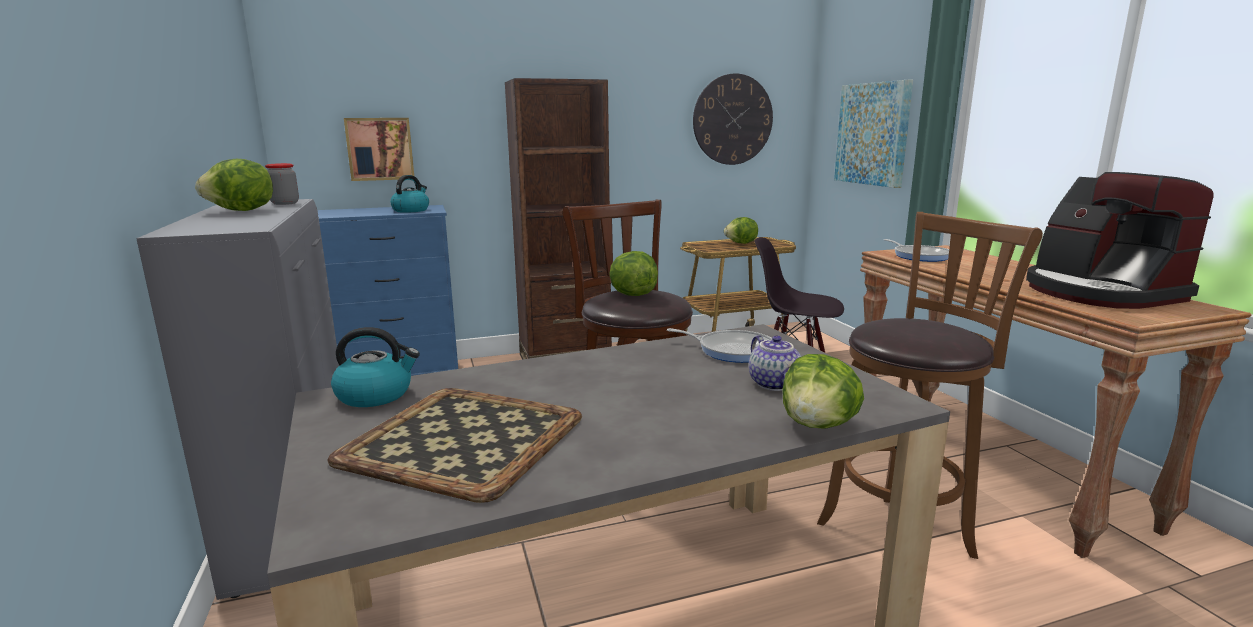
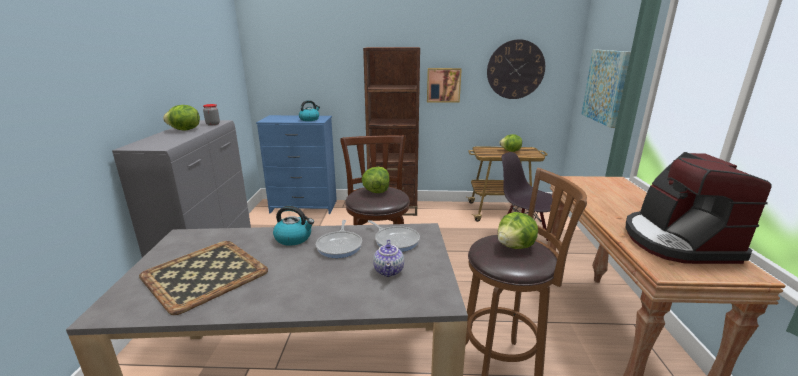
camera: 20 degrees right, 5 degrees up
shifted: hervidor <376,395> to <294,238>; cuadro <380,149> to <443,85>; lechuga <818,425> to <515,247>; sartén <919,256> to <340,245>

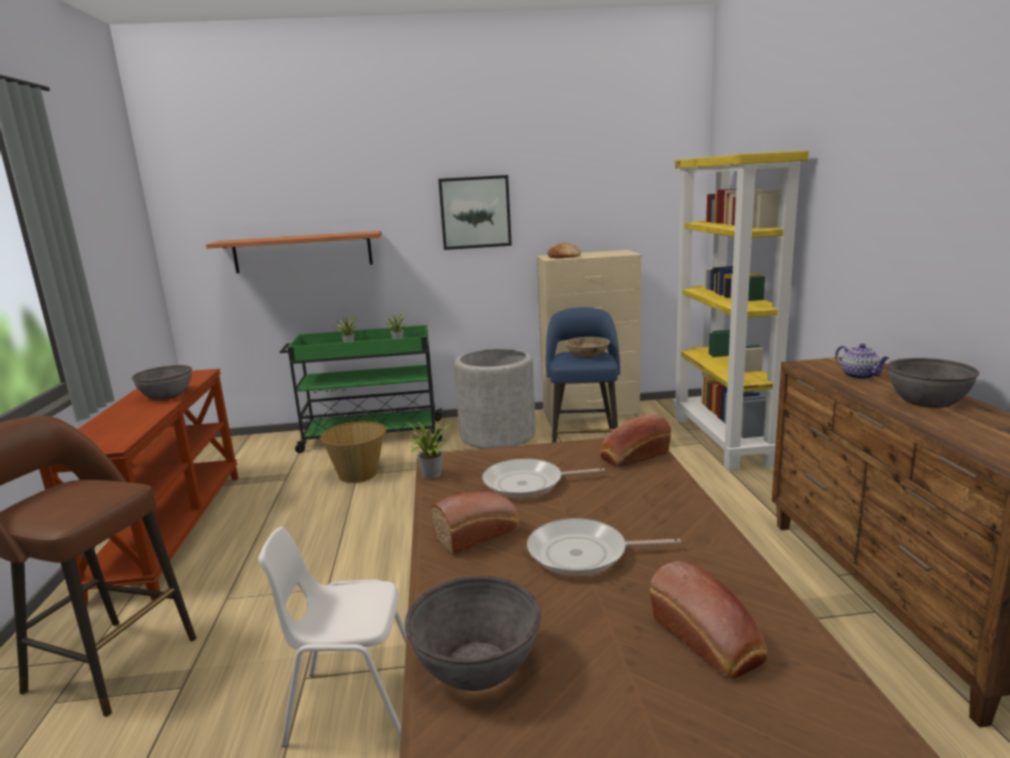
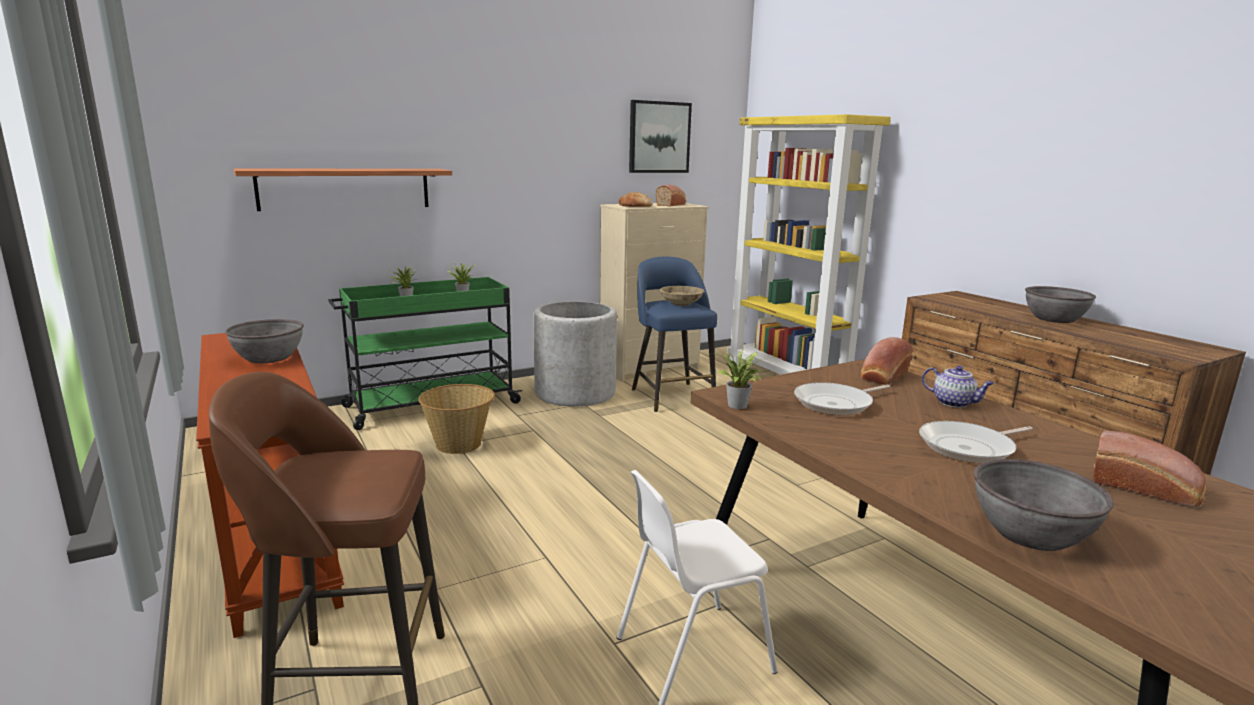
camera: 25 degrees left, 0 degrees up
shifted: pan <479,534> to <671,205>; cuadro <475,212> to <659,137>; tetera <860,376> to <954,403>

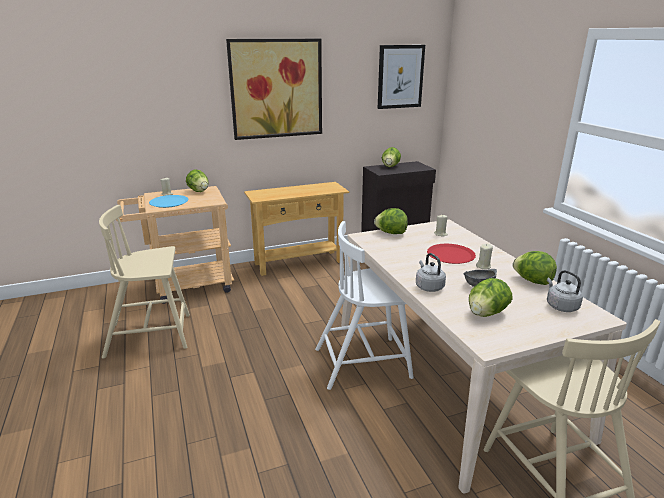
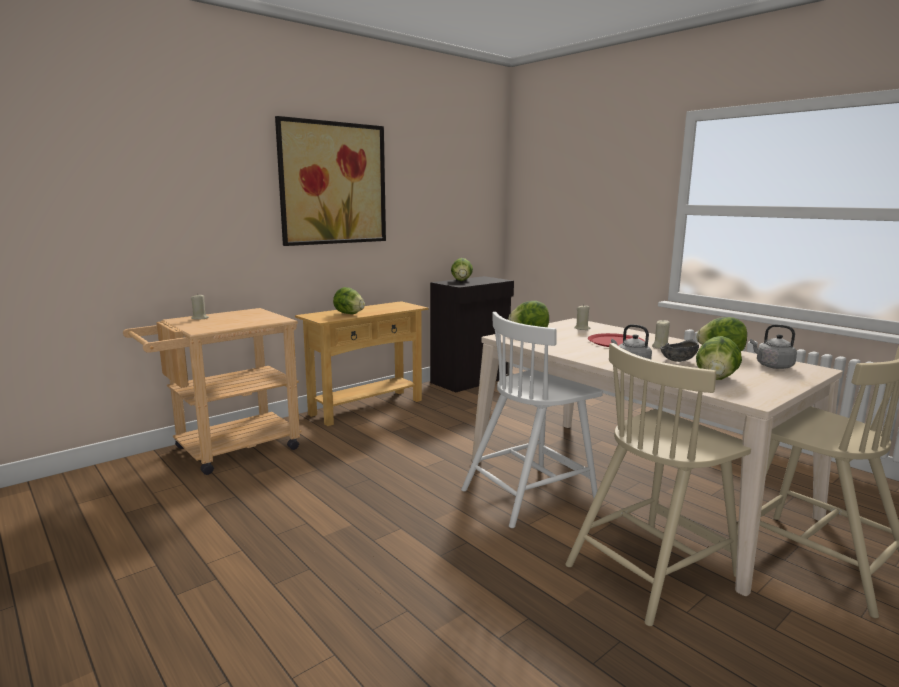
camera: 20 degrees left, 10 degrees down
gone: plato [azul] <169,202>; cuadro <400,77>
shifted: silla [beis] <151,335> to <653,569>; lechuga <199,191> to <349,314>

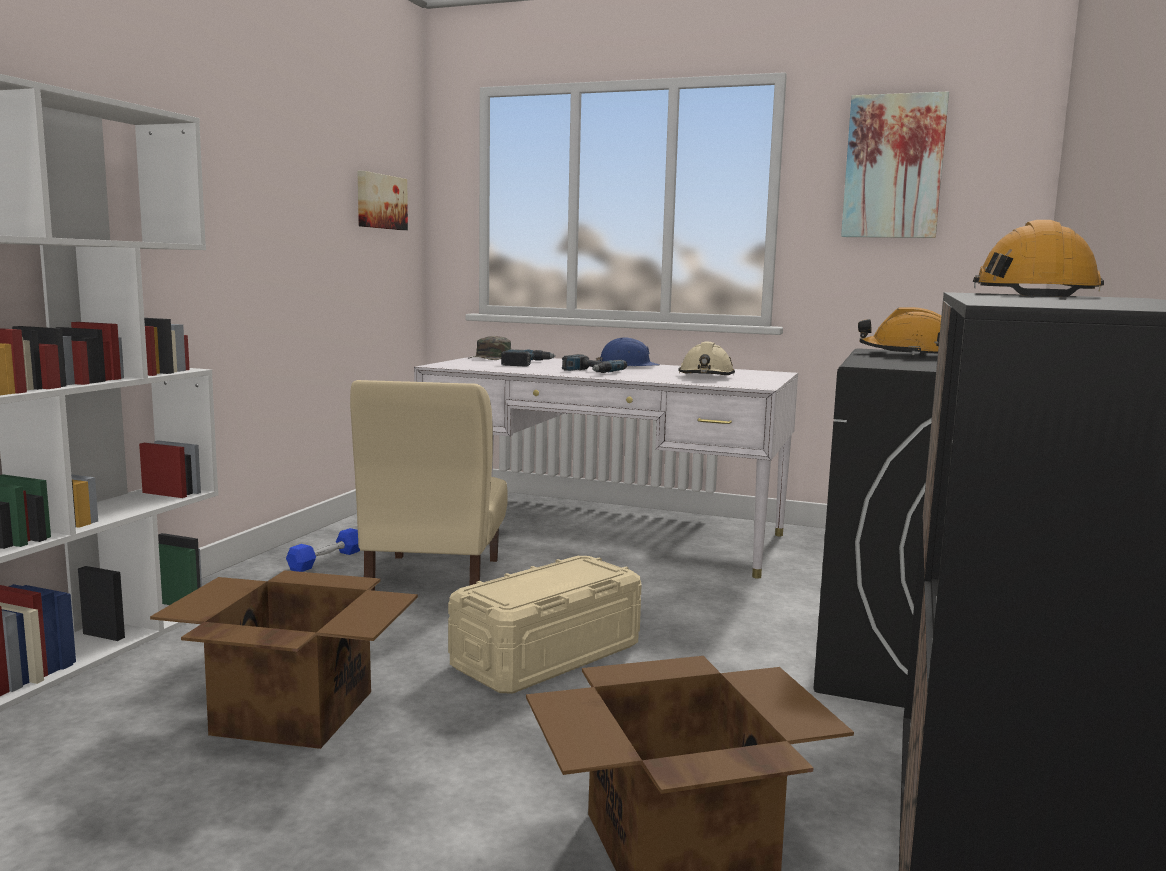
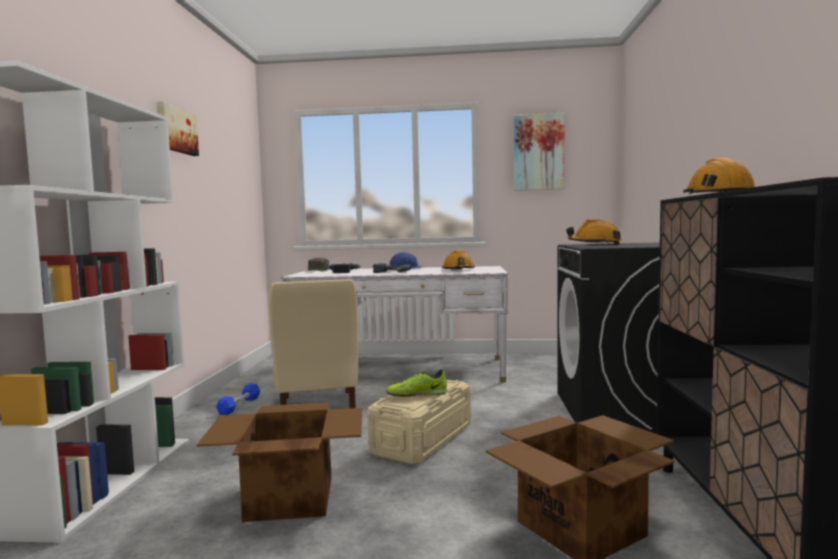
camera: 15 degrees left, 5 degrees down
new: zapato <417,395>
shifted: cuadro <380,201> to <176,130>
repainted: casco [beis] <706,377> to casco [naranja] <458,270>

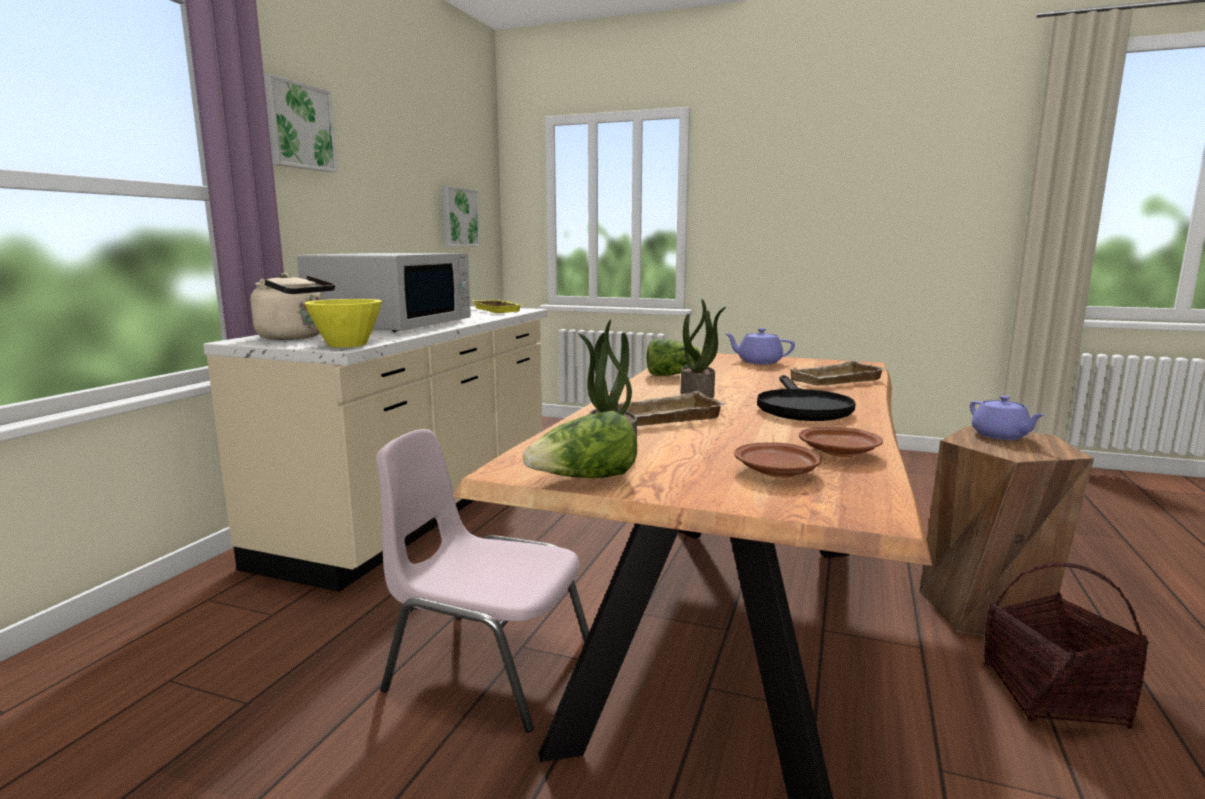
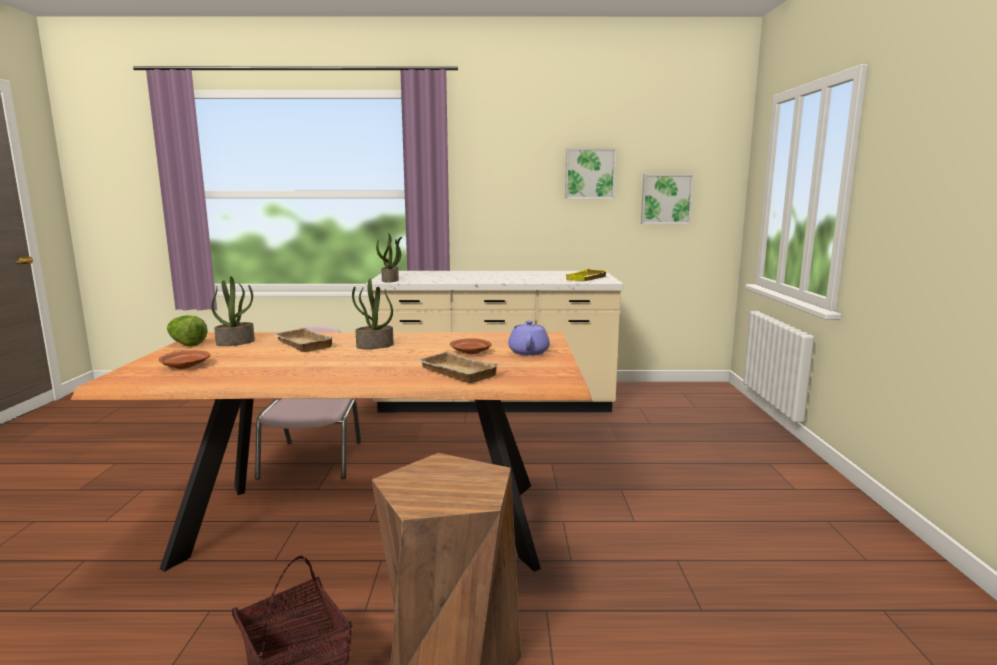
camera: 70 degrees right, 0 degrees up
gone: hervidor [beis] <296,337>; microondas [blanco] <393,324>; lechuga <674,375>; sartén [negro] <800,407>; tetera [morado] <1001,436>
shifted: cuadro <298,126> to <589,174>; plato [marrón] <840,453> to <470,352>
swapped: cuenco [amarillo] <348,344> to planta en maceta <390,280>

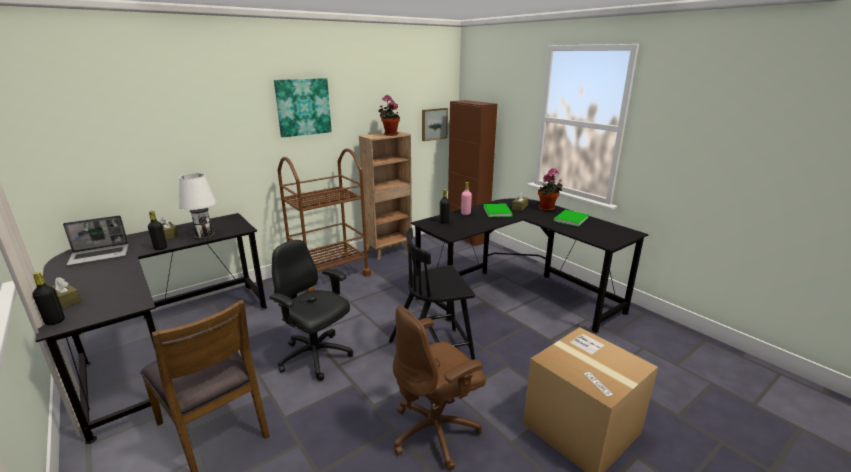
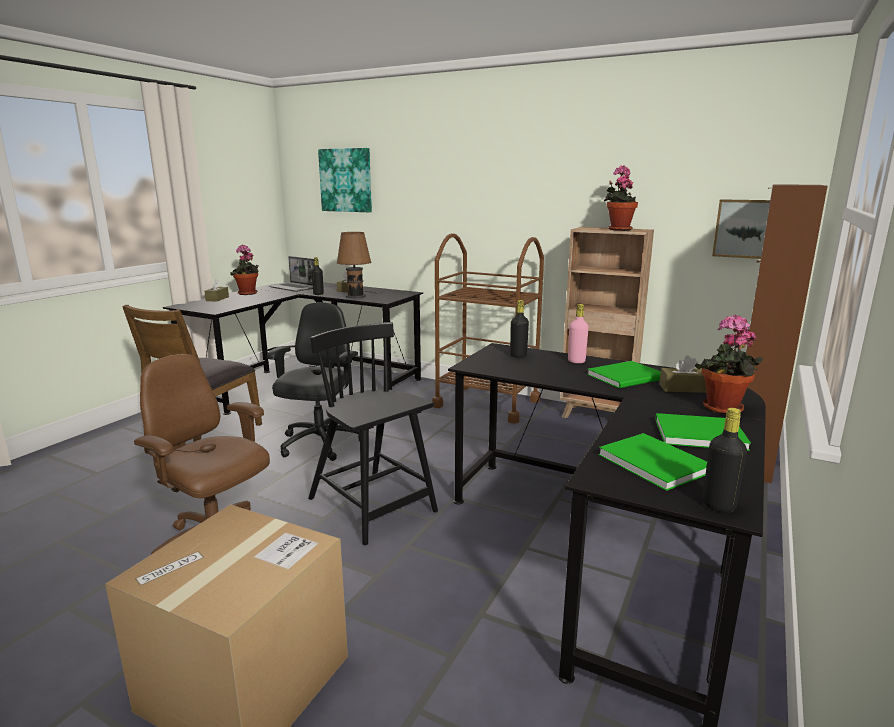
camera: 65 degrees right, 5 degrees down
new: planta en maceta <248,294>; libro [verde] <653,461>
shifted: botella [negro] <55,321> to <718,506>; cuadro <303,107> to <346,180>
repainted: lámpara de mesa [blanco] <203,235> to lámpara de mesa [marrón] <357,296>

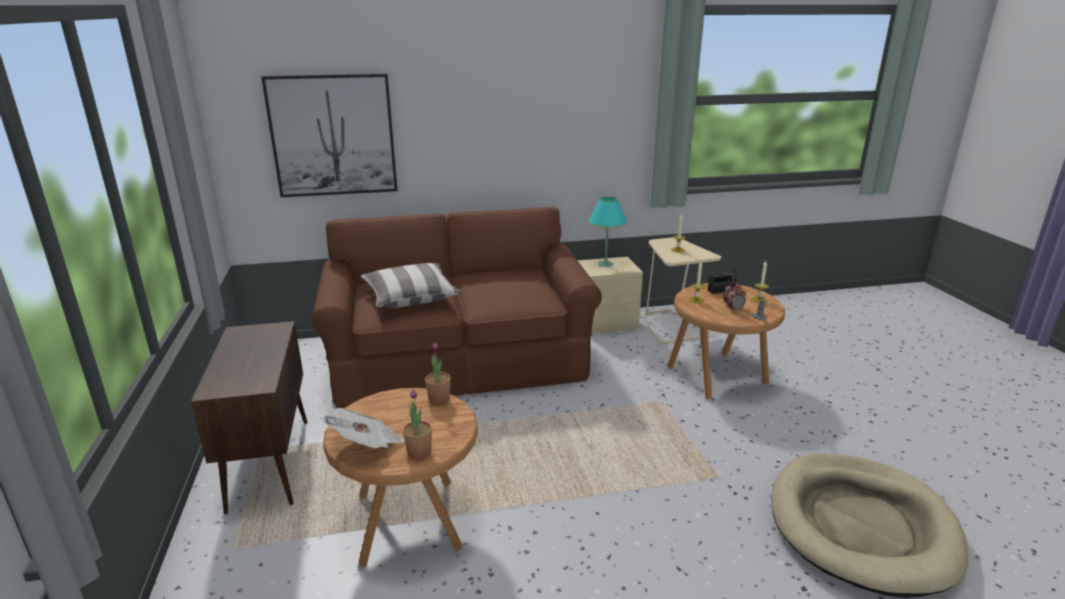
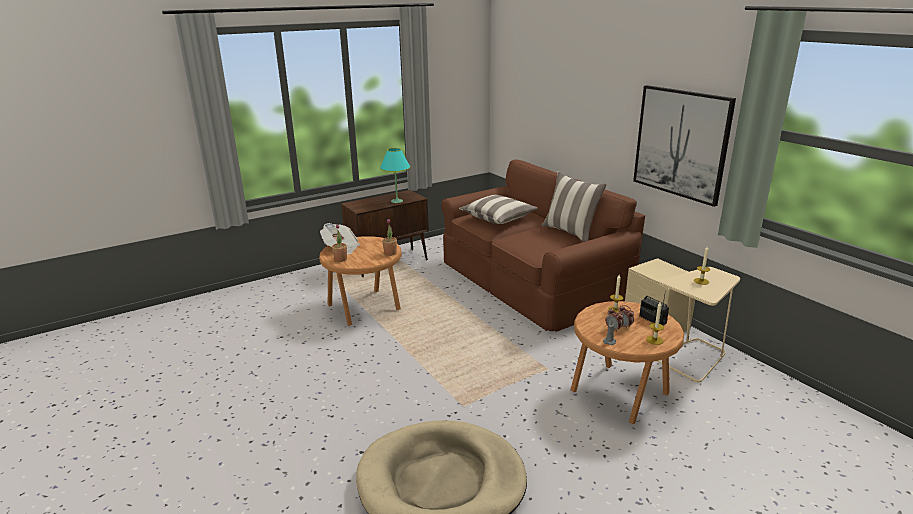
camera: 70 degrees right, 0 degrees up
new: cojín <570,232>
shifted: cuadro <333,135> to <681,143>; lámpara de mesa [turquesa] <605,264> to <397,201>

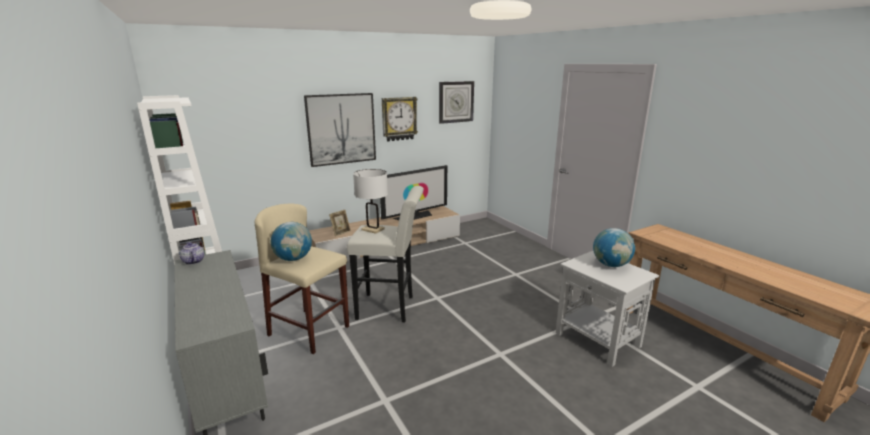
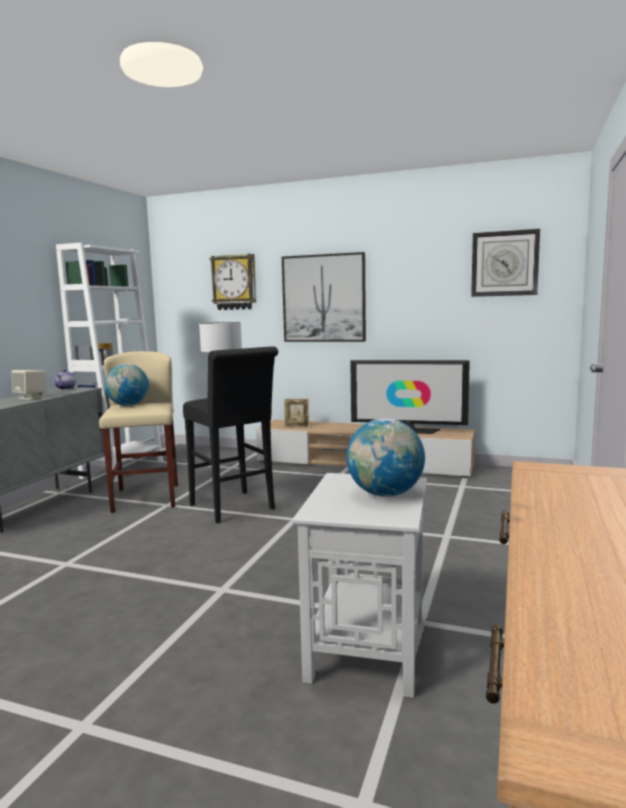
camera: 50 degrees right, 10 degrees down
new: altavoz [beis] <31,397>
shifted: reloj de pared <399,119> to <234,282>
repainted: taburete [blanco] <390,308> to taburete [negro] <235,509>

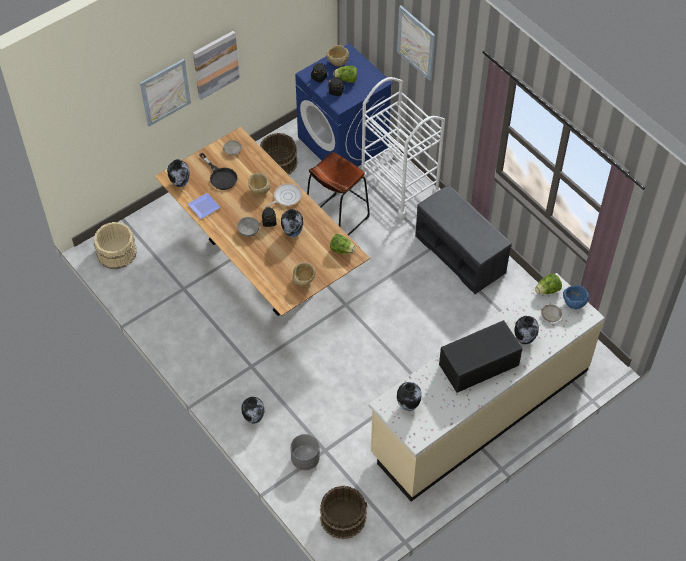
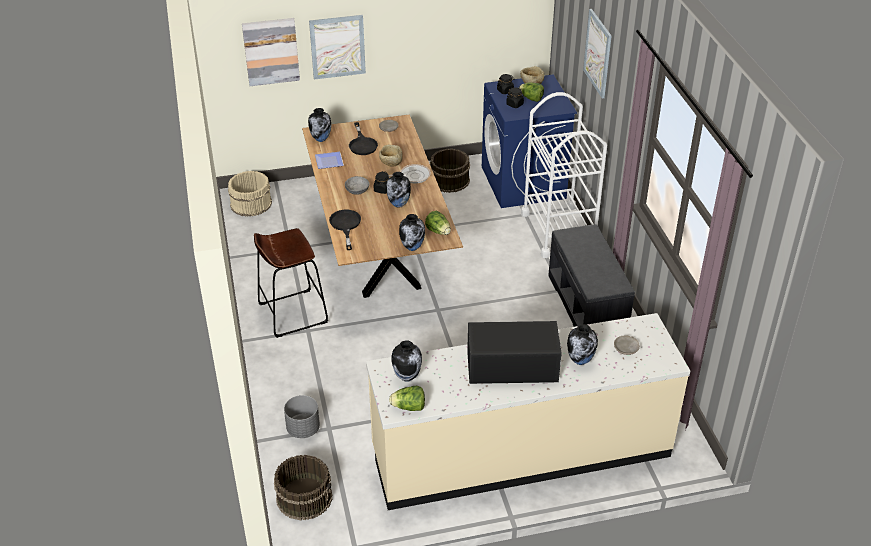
camera: 25 degrees right, 15 degrees down
gone: cuenco [beis] <304,281>; cuenco [azul] <573,303>
new: sartén [negro] <345,226>
shifted: cuadro <215,64> to <271,51>; florero <254,418> to <412,247>; taburete [marrón] <336,218> to <292,313>; lechuga <547,290> to <409,407>

